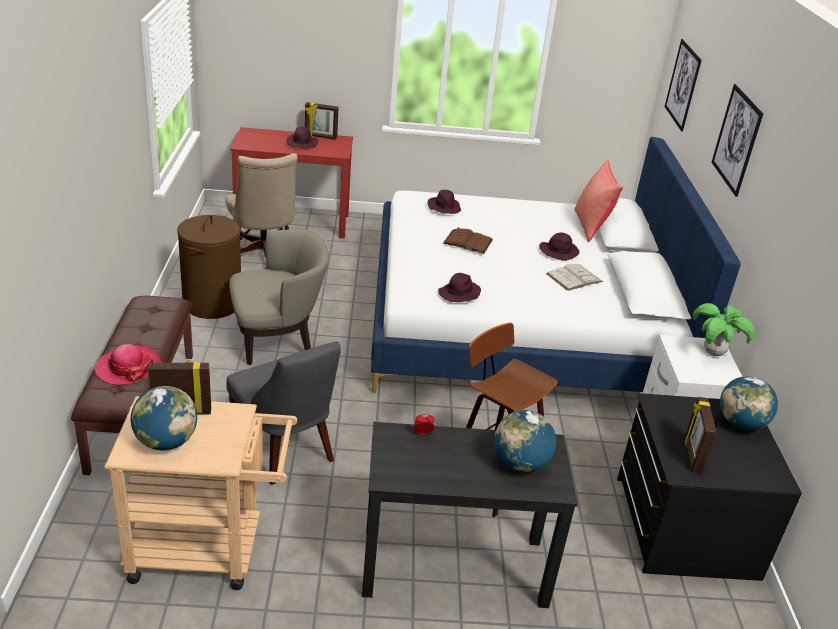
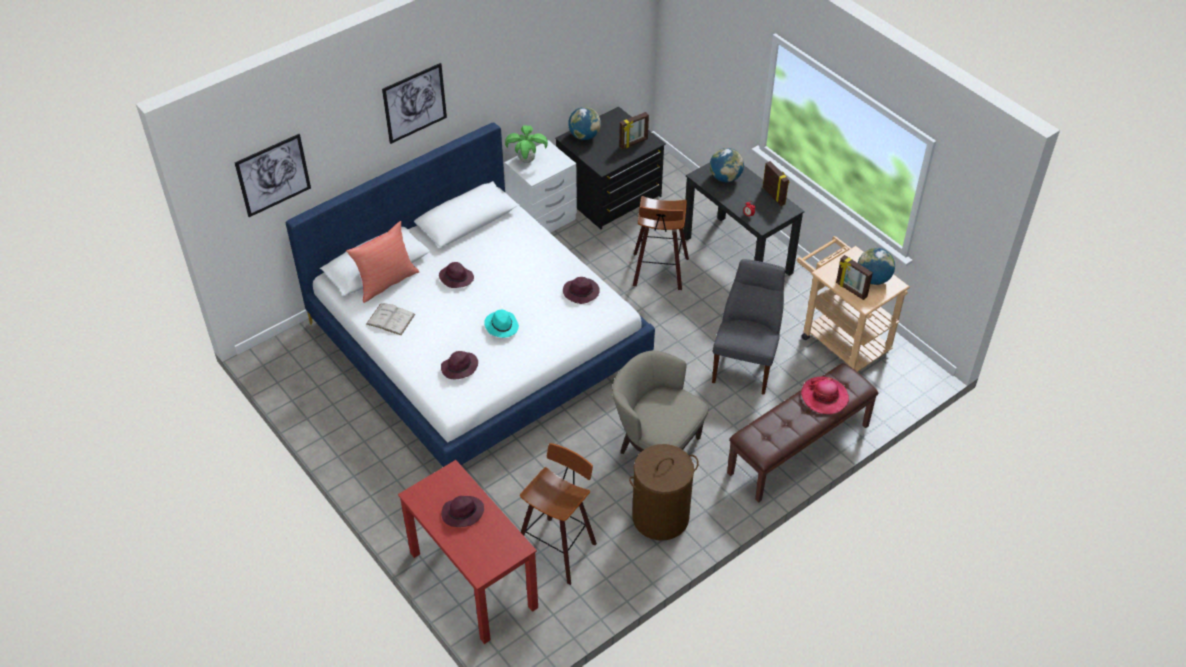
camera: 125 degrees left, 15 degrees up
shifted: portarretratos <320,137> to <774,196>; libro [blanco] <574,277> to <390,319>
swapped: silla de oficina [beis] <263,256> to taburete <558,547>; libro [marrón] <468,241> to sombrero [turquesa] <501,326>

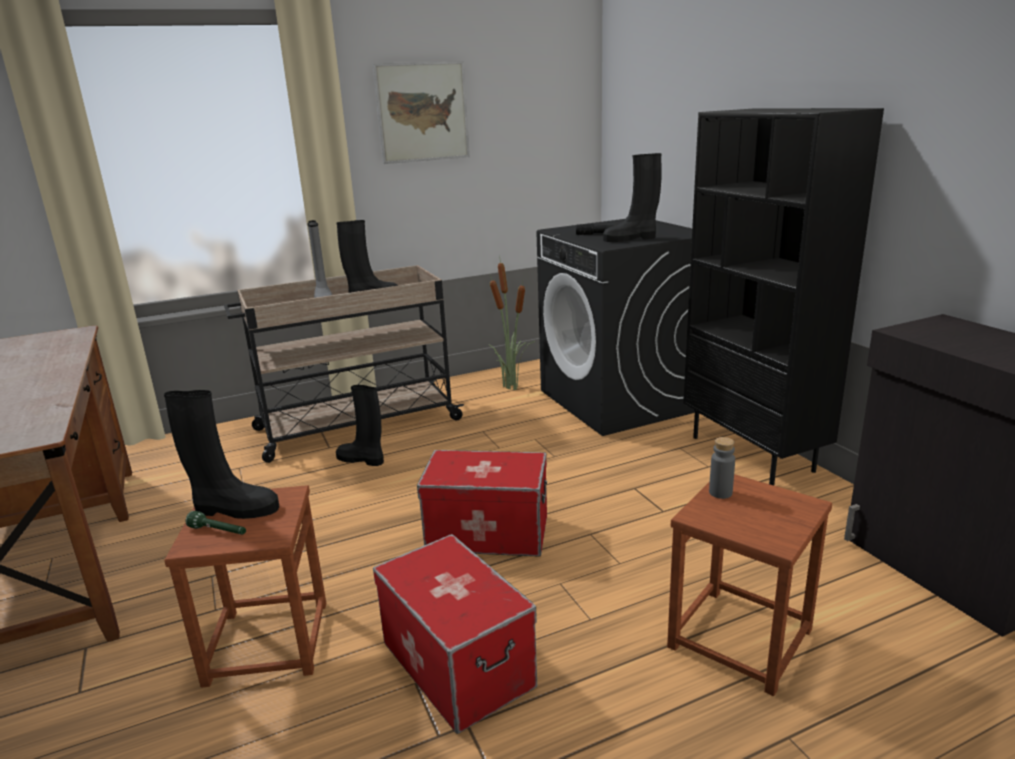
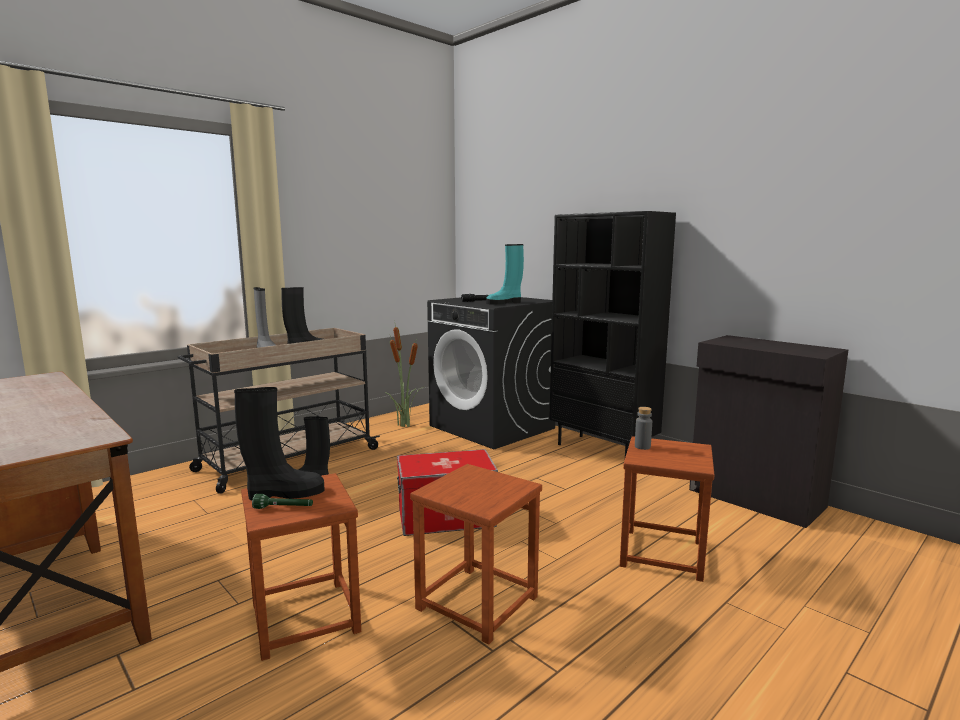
camera: 20 degrees left, 10 degrees down
gone: cuadro <423,112>
swapped: caja de almacenaje <456,664> to taburete [marrón] <476,603>
repainted: bota [negro] <631,239> to bota [turquesa] <504,303>

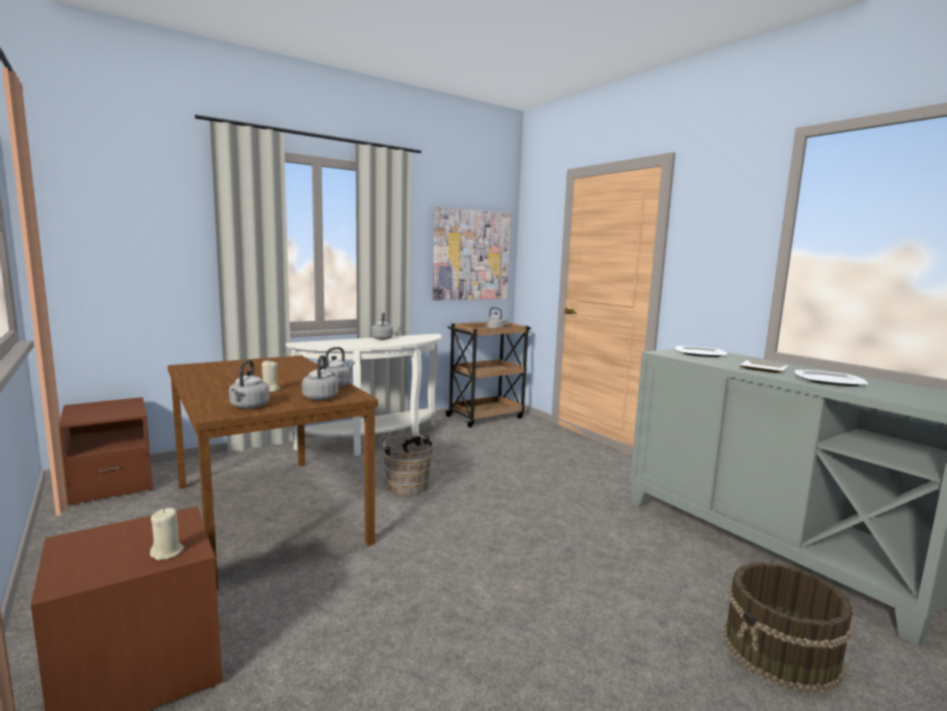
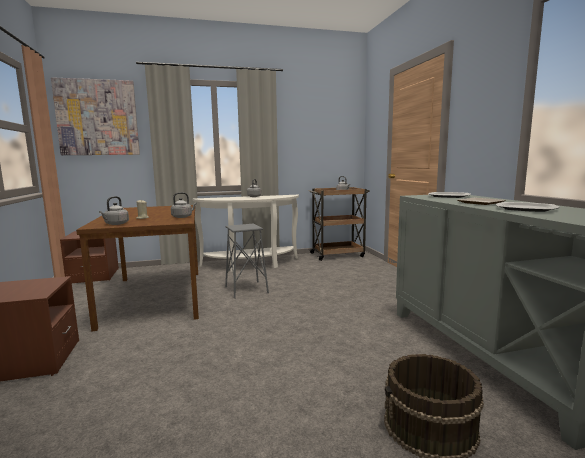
camera: 20 degrees right, 0 degrees up
gone: vela [beis] <167,552>; hervidor [gris] <321,397>
shifted: cuadro <471,255> to <98,118>
swapped: cubo [marrón] <405,485> to taburete [gris] <246,290>

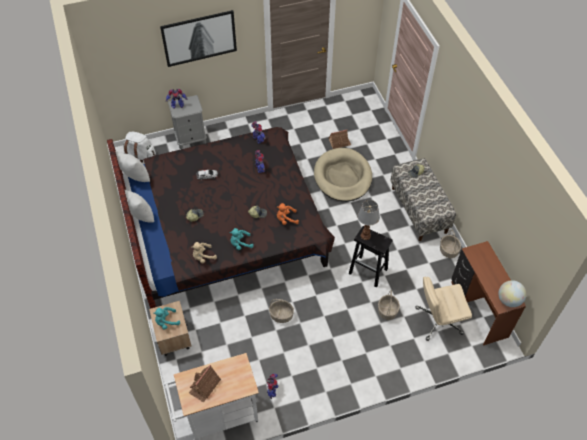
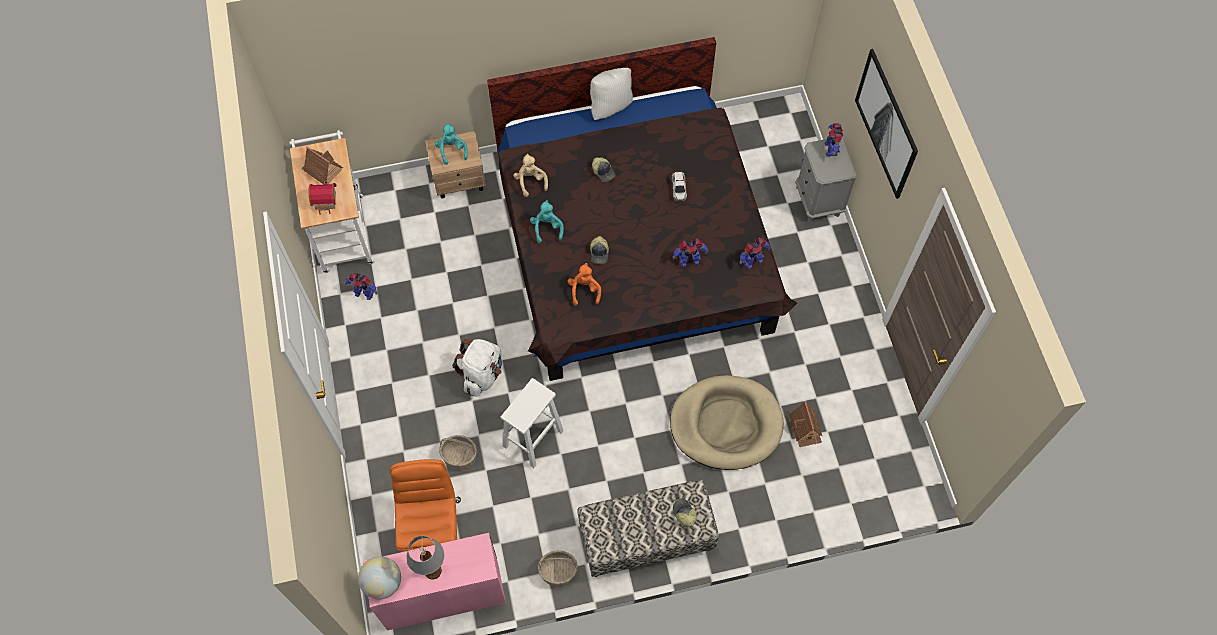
camera: 95 degrees right, 10 degrees up
gone: cojín [blanco] <134,178>; cesta <281,315>
new: casita <326,202>
shifted: mochila [blanco] <140,156> to <482,374>; lámpara de mesa <366,236> to <432,571>
repainted: taburete [negro] <368,271> to taburete [blanco] <532,439>; silla de oficina [beis] <438,321> to silla de oficina [naranja] <431,528>; escritorio [marrón] <478,309> to escritorio [rosa] <442,594>

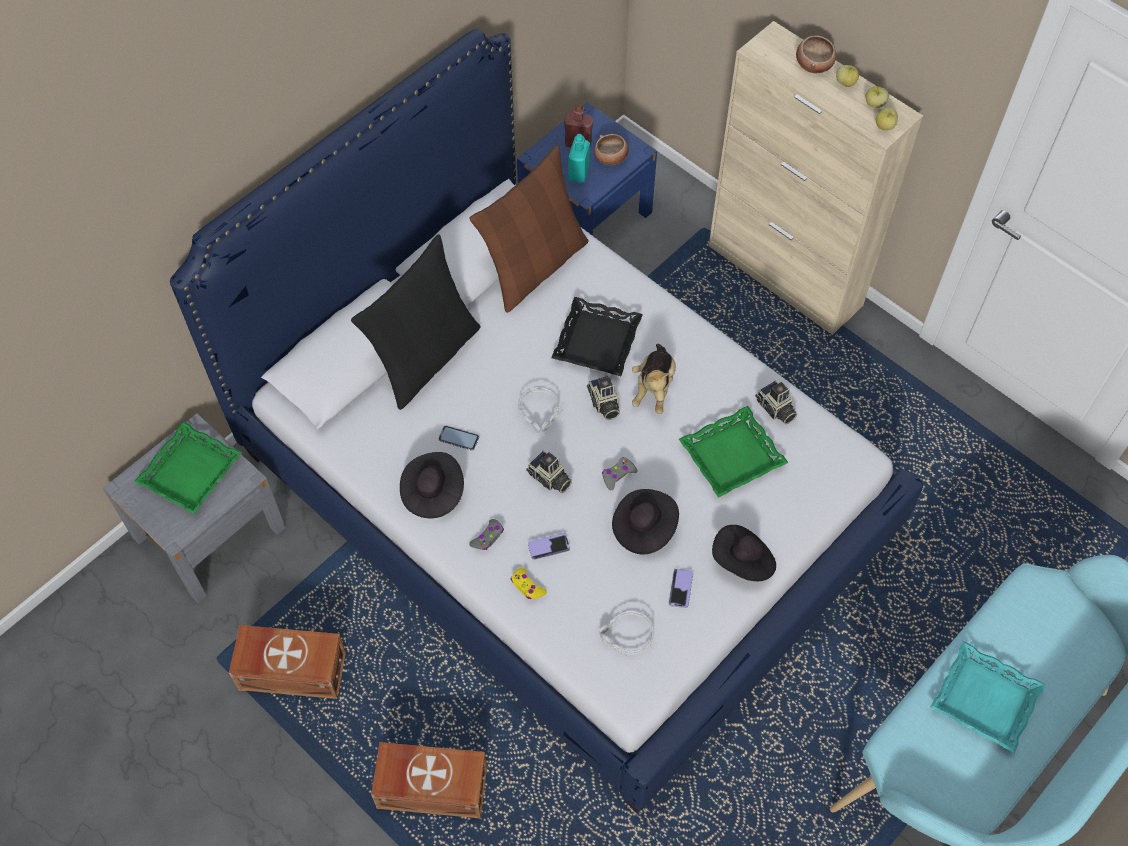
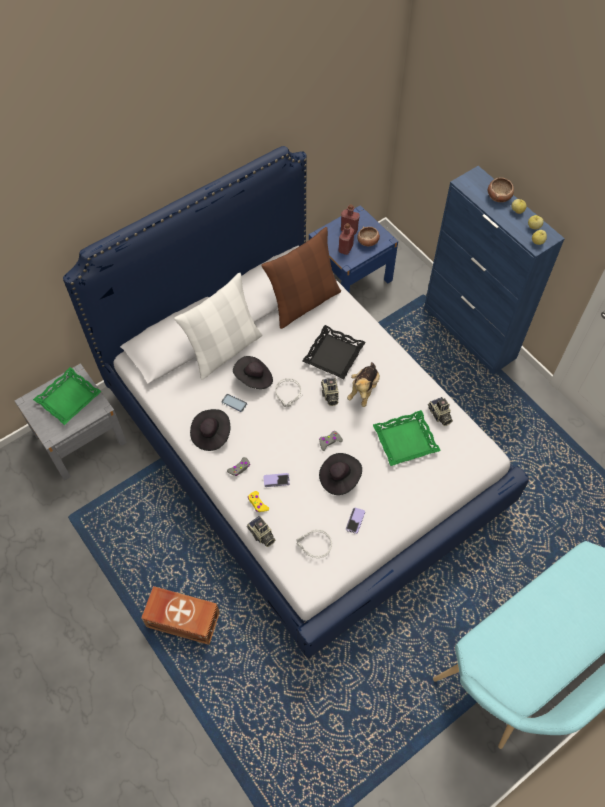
camera: 10 degrees right, 0 degrees up
gone: caja de almacenaje [marrón] <291,669>; bandeja [turquesa] <985,699>
shifted: cámara <549,479> to <261,535>; sombrero [negro] <743,562> to <254,379>
repainted: cojín [negro] <426,358> to cojín [blanco] <224,349>; botella [turquesa] <578,173> to botella [rojo] <345,248>; armario [beis] <785,276> to armario [azul] <469,332>

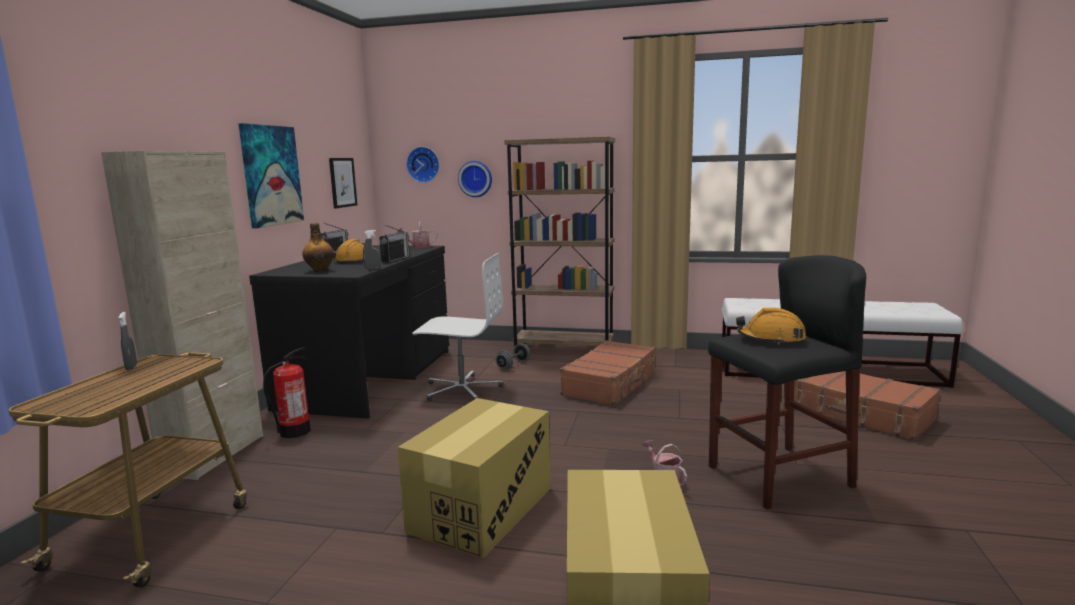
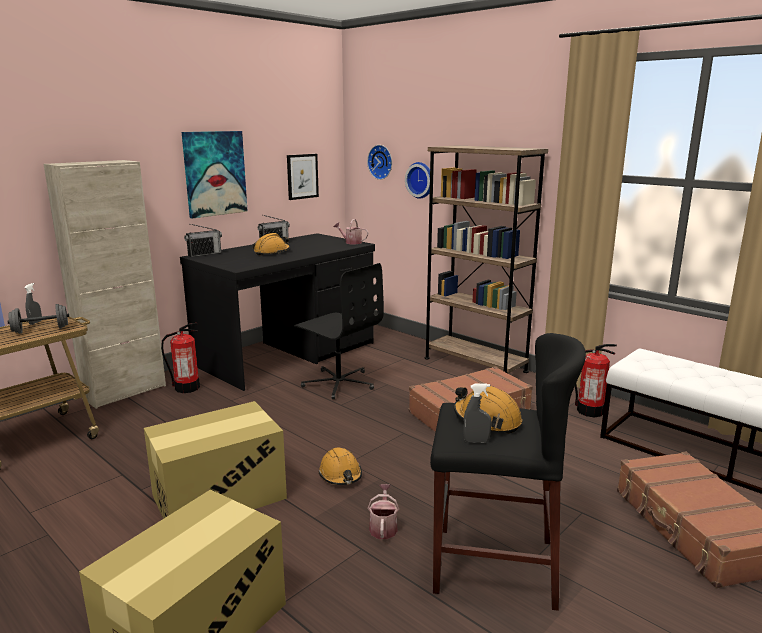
camera: 30 degrees right, 5 degrees up
gone: botella <320,270>
new: casco [naranja] <340,475>; extintor <589,411>
shifted: pulverizador [gris] <372,268> to <476,441>; radio <395,259> to <204,254>; mancuerna [gris] <513,365> to <41,330>
repainted: silla de oficina [blanco] <461,389> to silla de oficina [negro] <339,383>

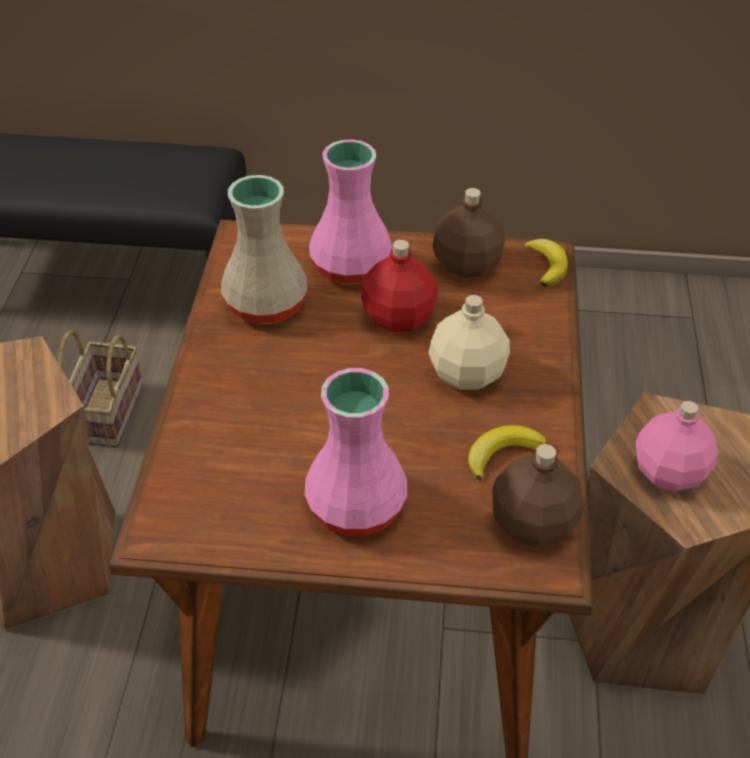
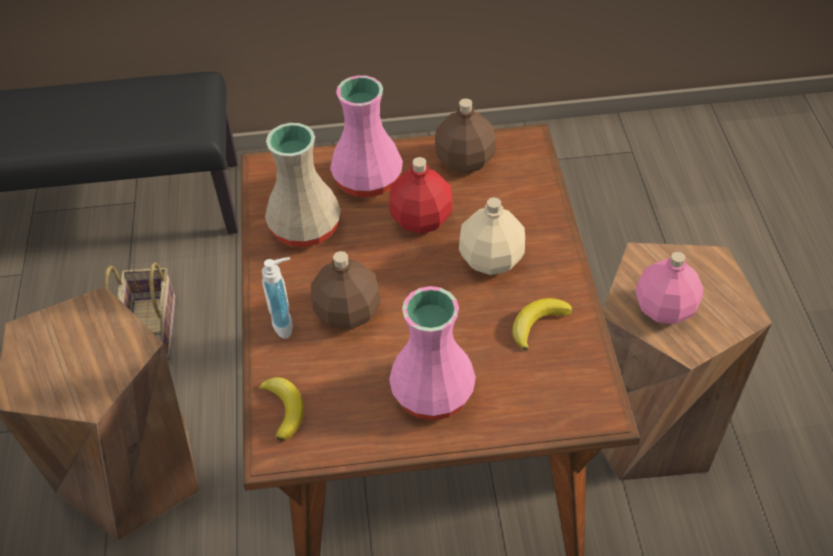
camera: 10 degrees left, 5 degrees up
new: dispensador de jabón <287,322>
shifted: botella [marrón] <534,524> to <348,312>; plátano <546,265> to <284,409>

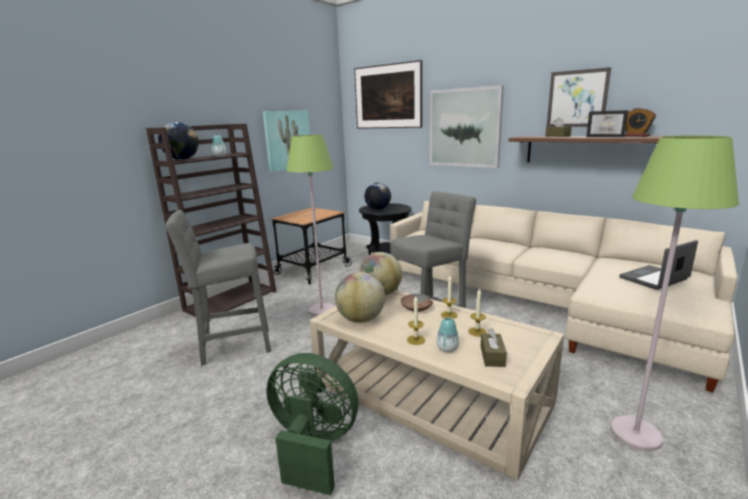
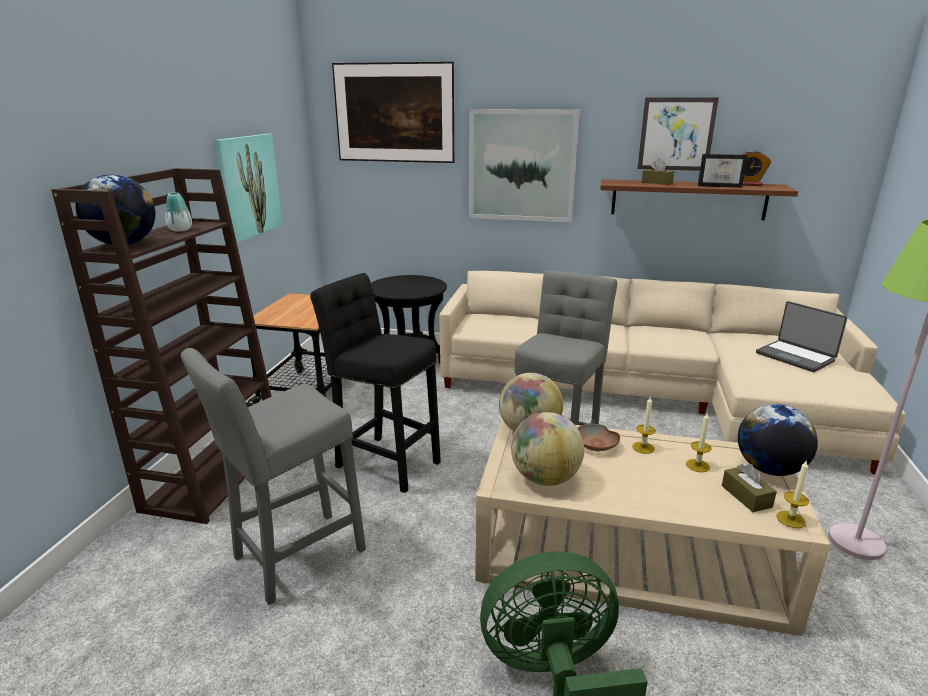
camera: 25 degrees left, 5 degrees up
gone: florero <447,349>
shifted: globo terráqueo <378,209> to <769,469>; vela <416,340> to <790,519>
swapped: lámpara de pie [verde] <321,310> to taburete [negro] <384,462>
rotated: portátil <655,279> = <795,357> 75 degrees counterclockwise

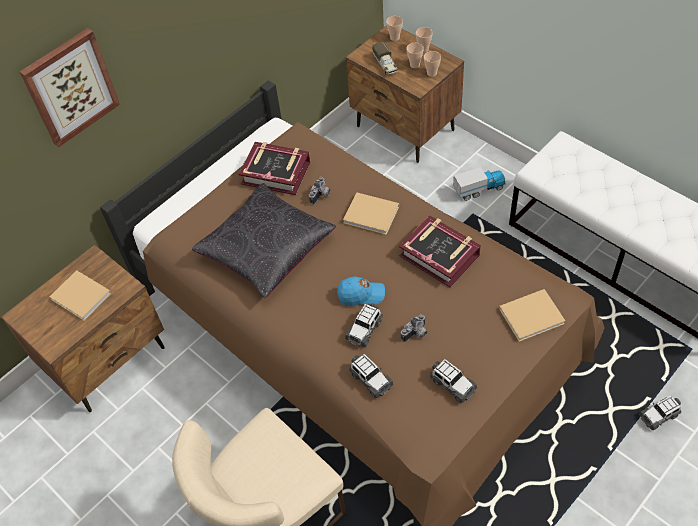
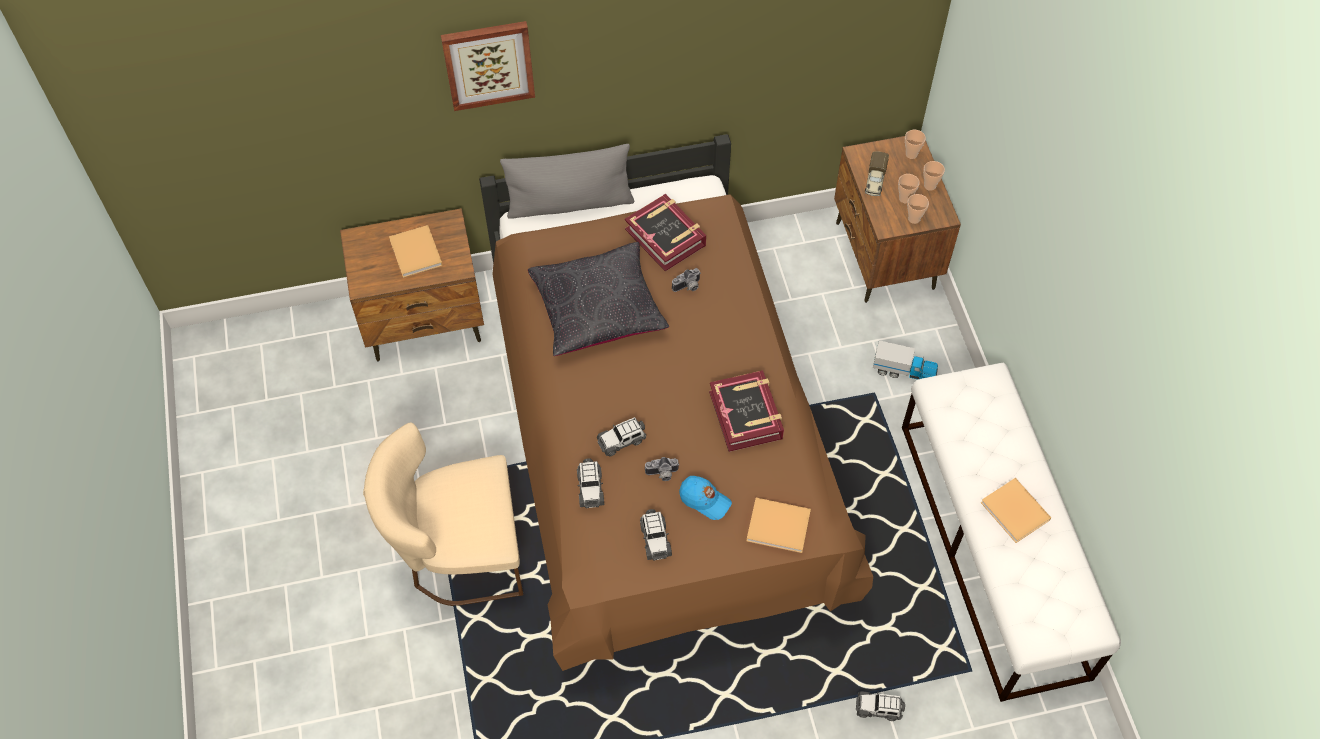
camera: 30 degrees right, 5 degrees up
new: cojín [gris] <570,203>
shifted: gorra [azul] <361,295> to <704,500>; libro [beis] <372,215> to <1016,513>

